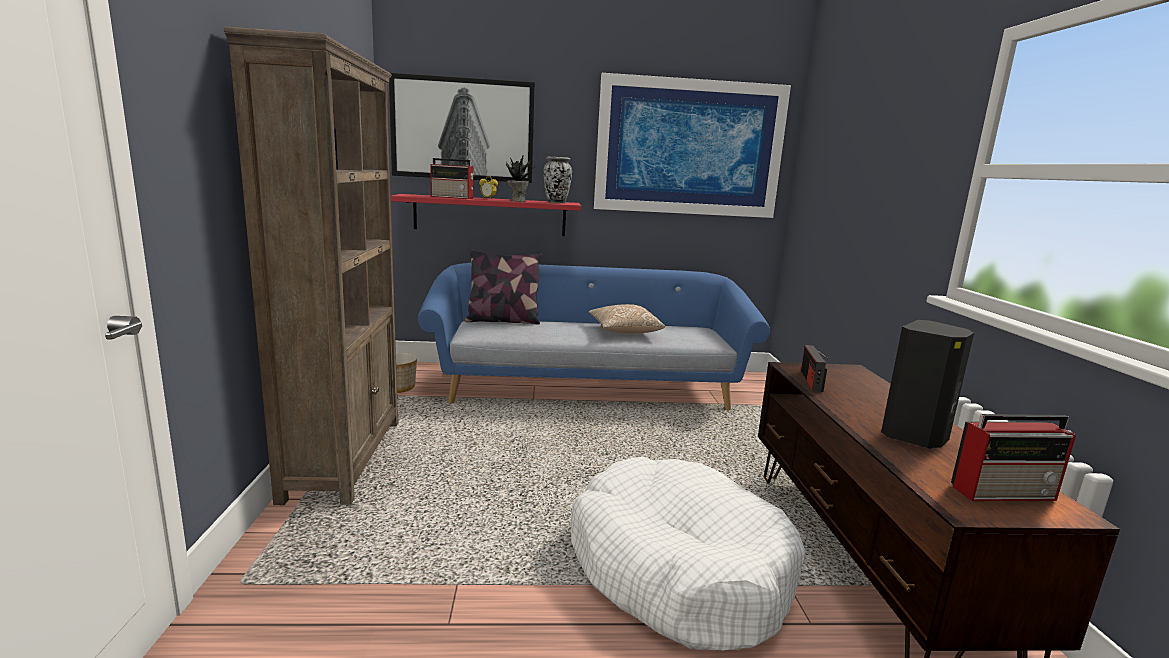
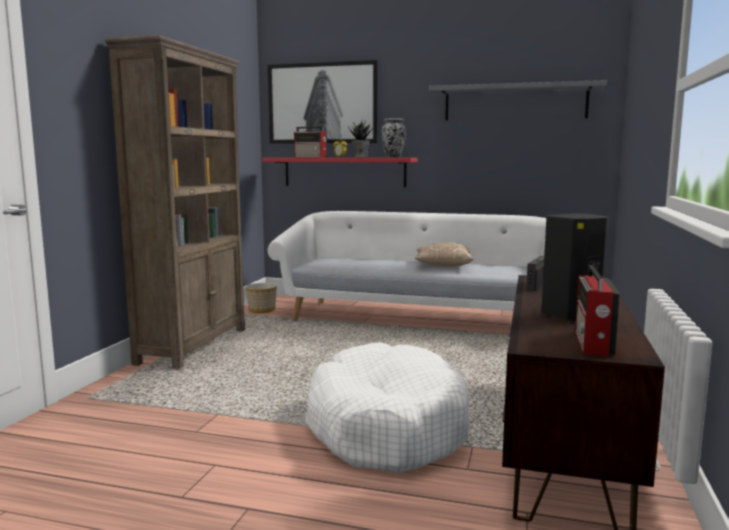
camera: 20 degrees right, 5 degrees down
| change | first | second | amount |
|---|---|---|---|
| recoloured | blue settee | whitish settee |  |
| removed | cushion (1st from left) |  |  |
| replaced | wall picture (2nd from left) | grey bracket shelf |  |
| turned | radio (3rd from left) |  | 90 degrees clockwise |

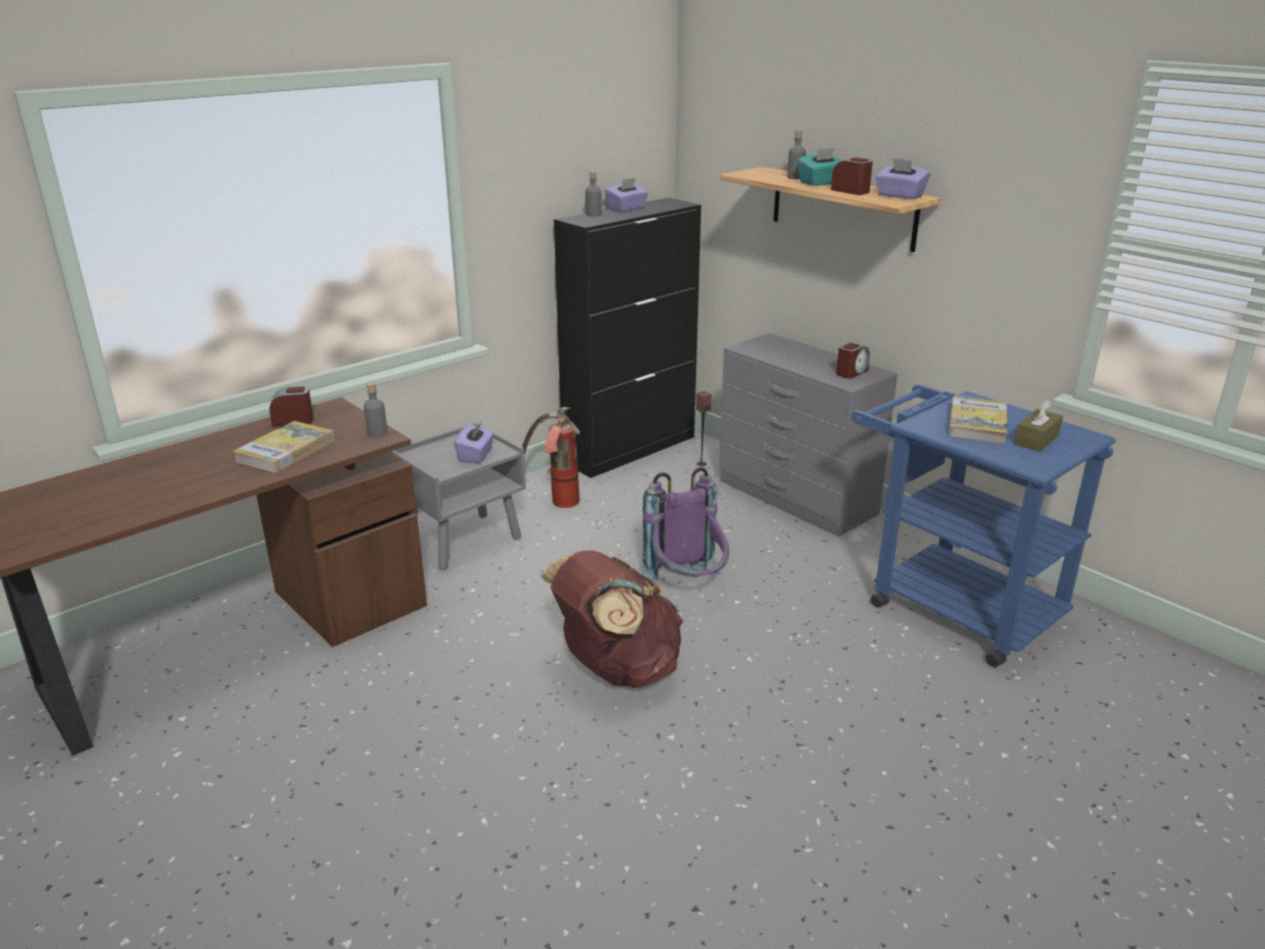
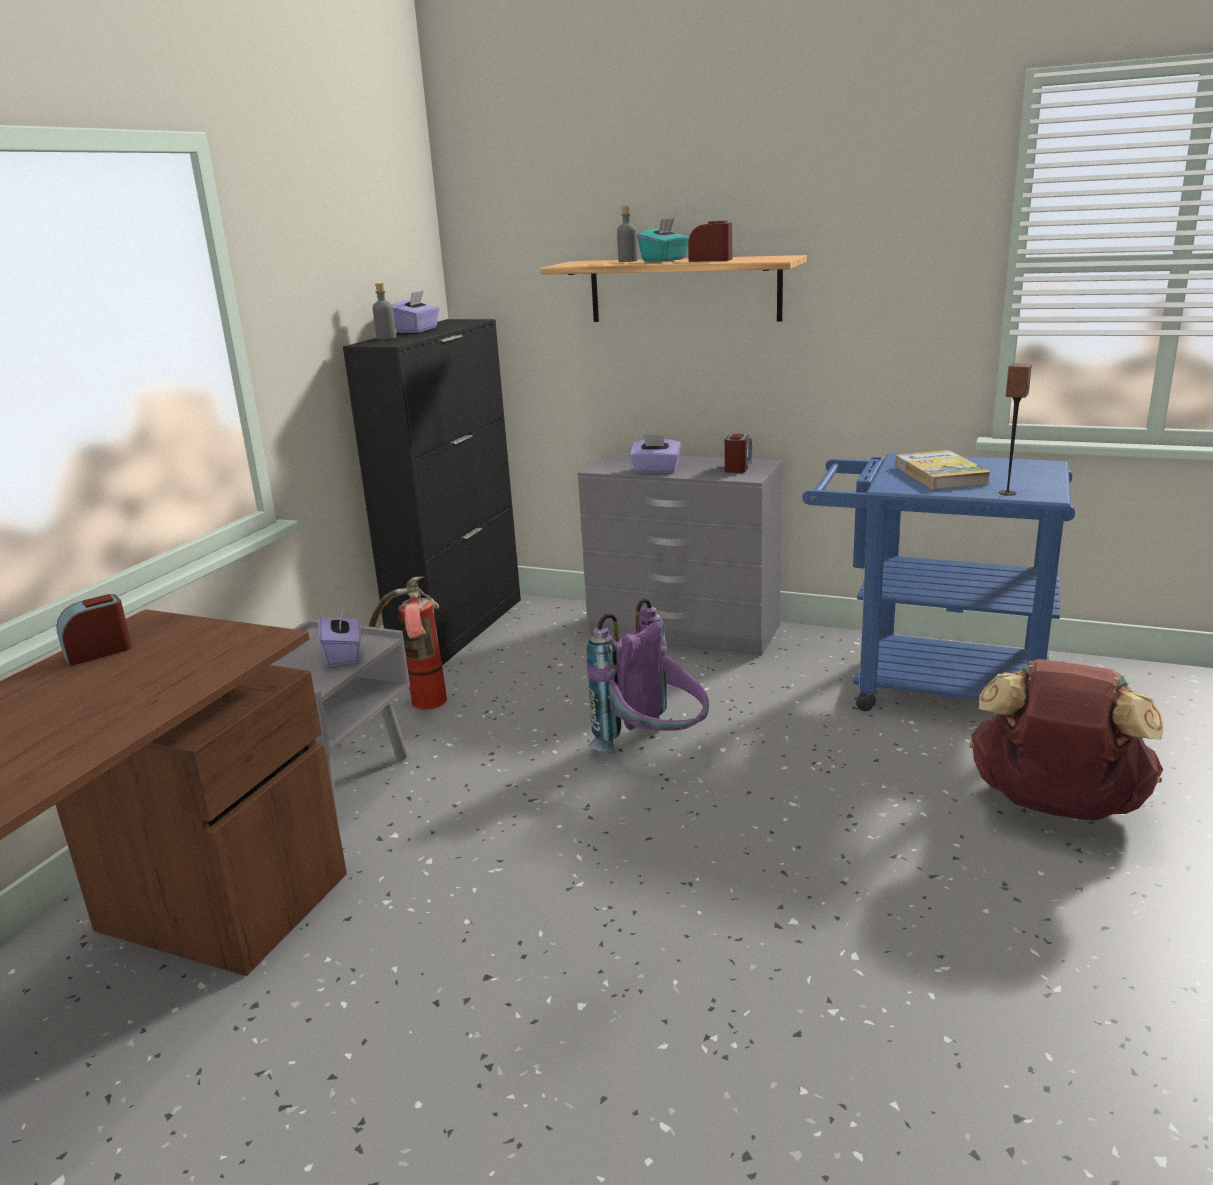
camera: 25 degrees left, 5 degrees down
| change | first | second | amount |
|---|---|---|---|
| removed | book (1st from left) |  |  |
| removed | grey drink bottle (1st from left) |  |  |
| moved | brown-coloured backpack |  |  |
| moved | speaker |  |  |
| moved | purplish box of tissues (3rd from left) |  |  |
| removed | brown-coloured box of tissues |  |  |

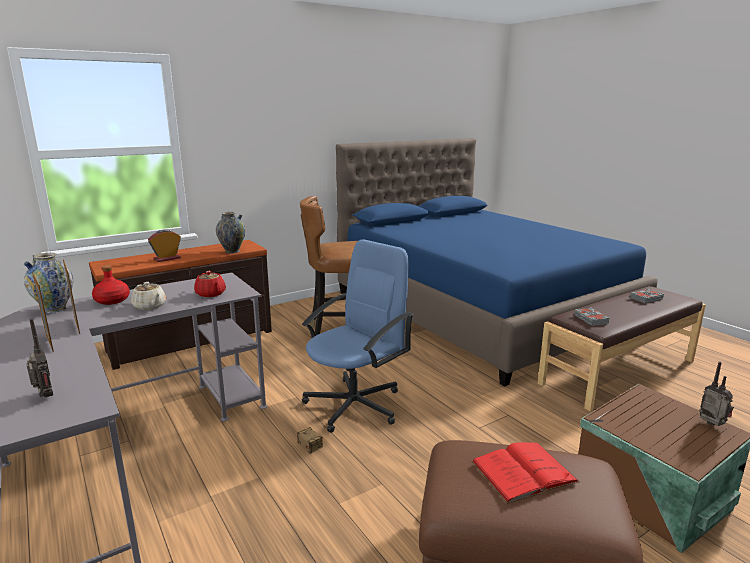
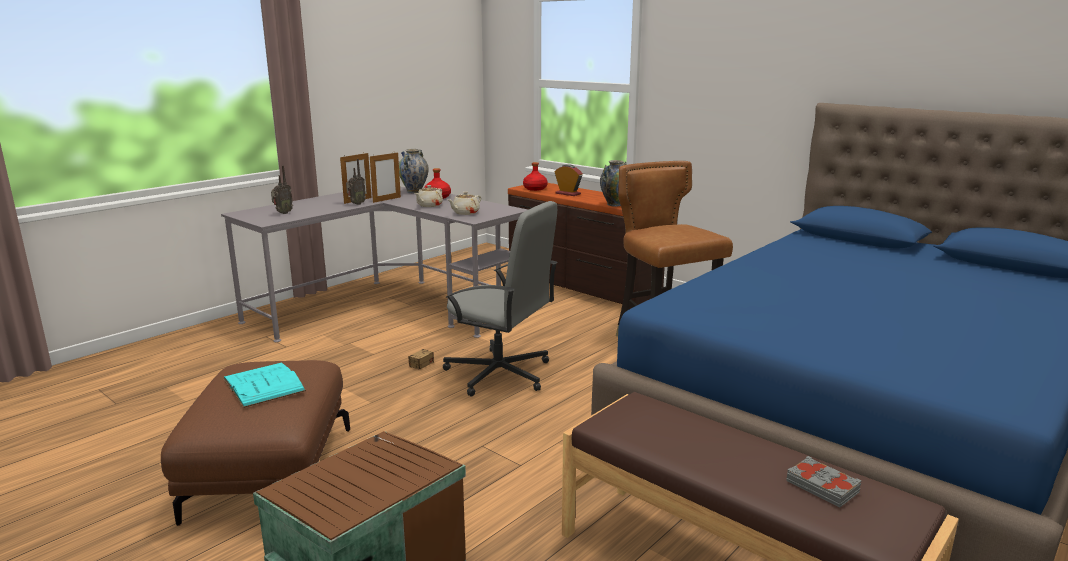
camera: 75 degrees right, 0 degrees up
| change | first | second | amount |
|---|---|---|---|
| recoloured | red-coloured teapot | beige-coloured teapot (2nd from left) |  |
| recoloured | blue desk chair | grey desk chair |  |
| recoloured | red-coloured book | turquoise book |  |
| removed | grey book (1st from left) |  |  |
| moved | radio (2nd from left) |  |  |
| added |  | red-coloured drink bottle (2nd from left) |  |

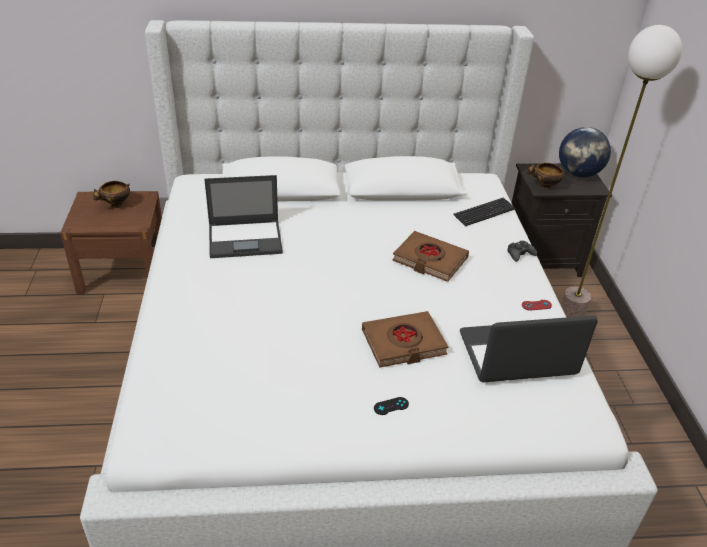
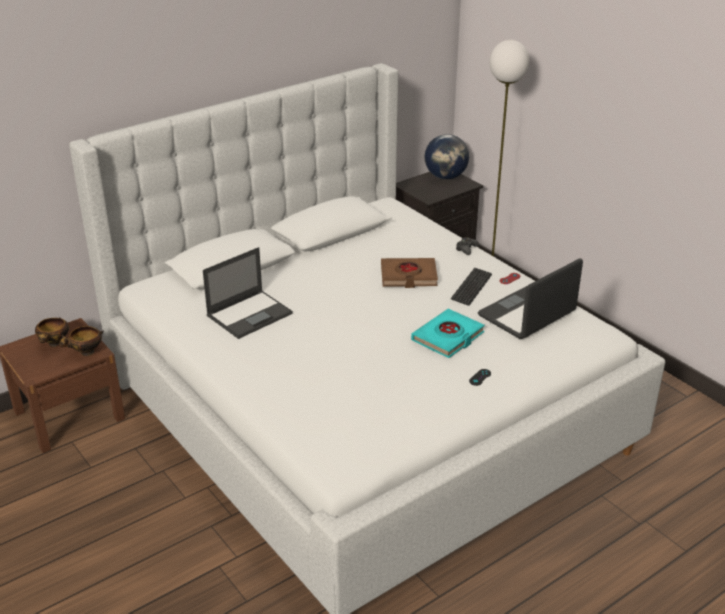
camera: 30 degrees left, 5 degrees down
| change | first | second | amount |
|---|---|---|---|
| recoloured | brown-coloured book (1st from left) | turquoise book |  |
| moved | keyboard |  |  |
| moved | bowl (2nd from left) |  |  |

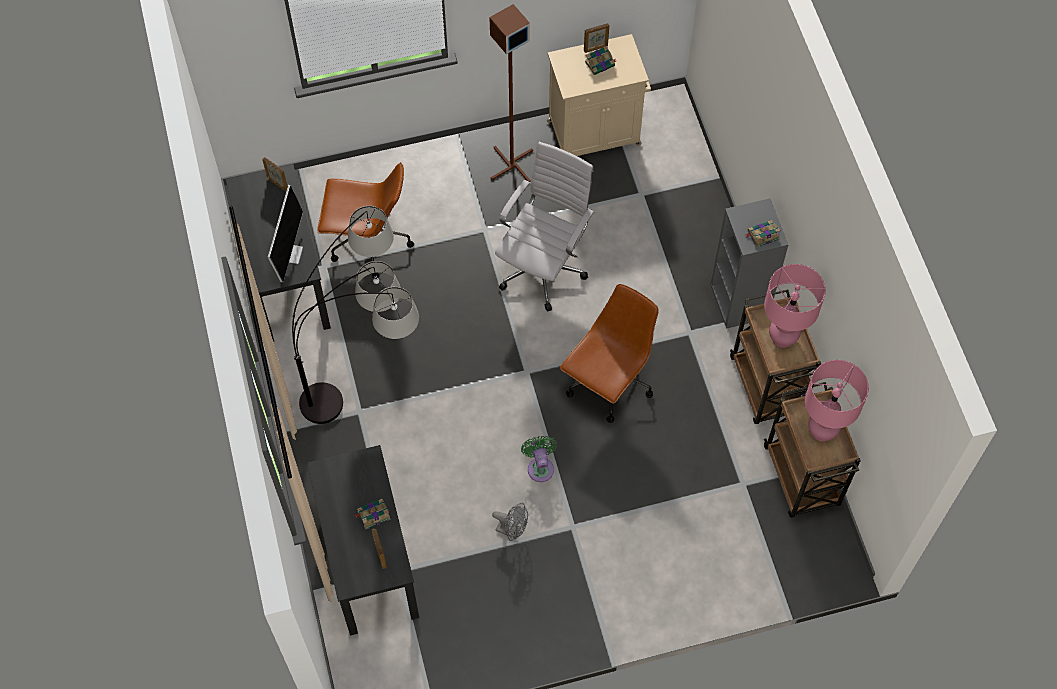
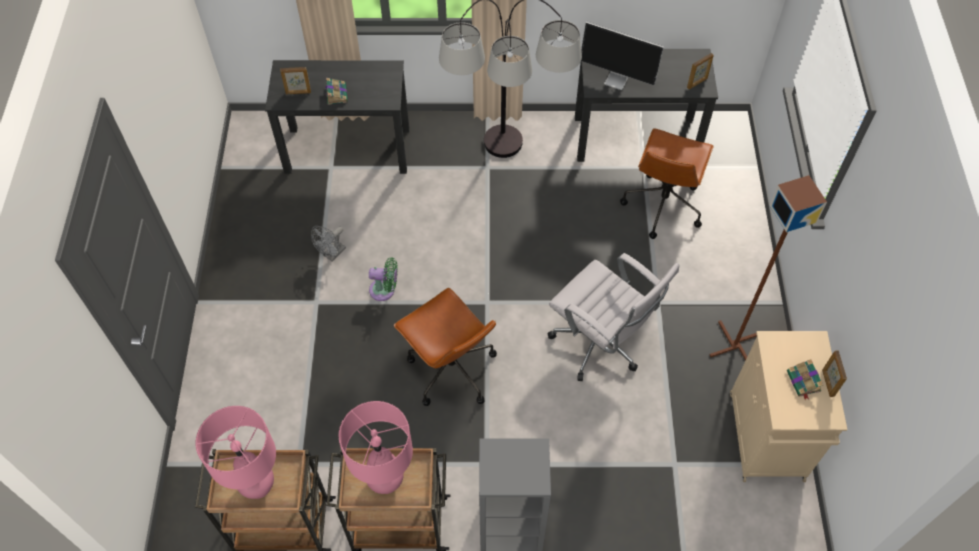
camera: 105 degrees right, 5 degrees down
| change | first | second | amount |
|---|---|---|---|
| removed | book (3rd from left) |  |  |

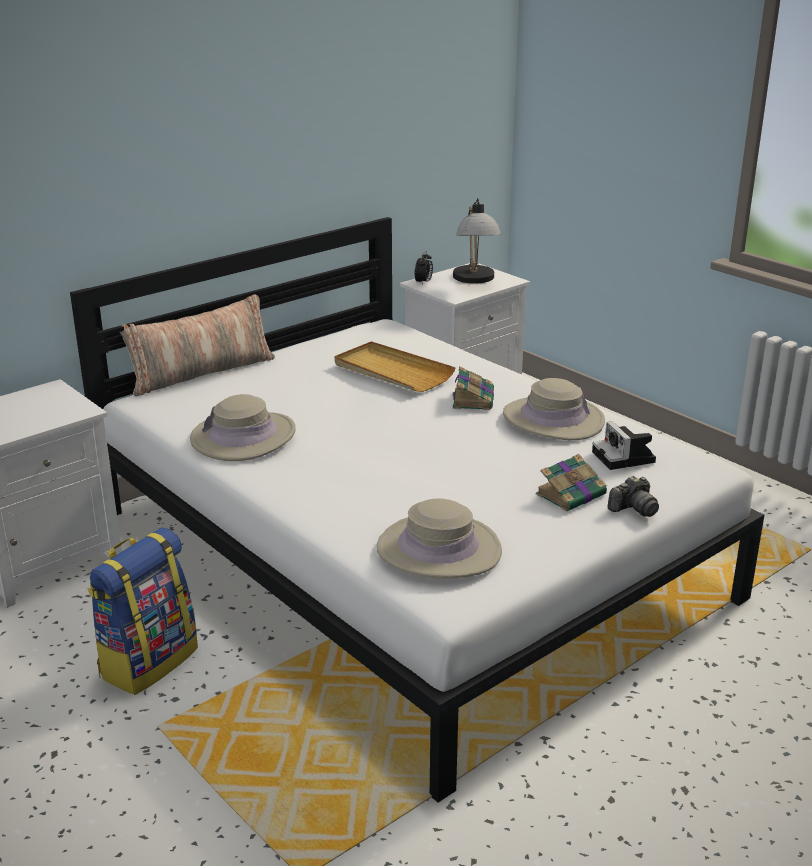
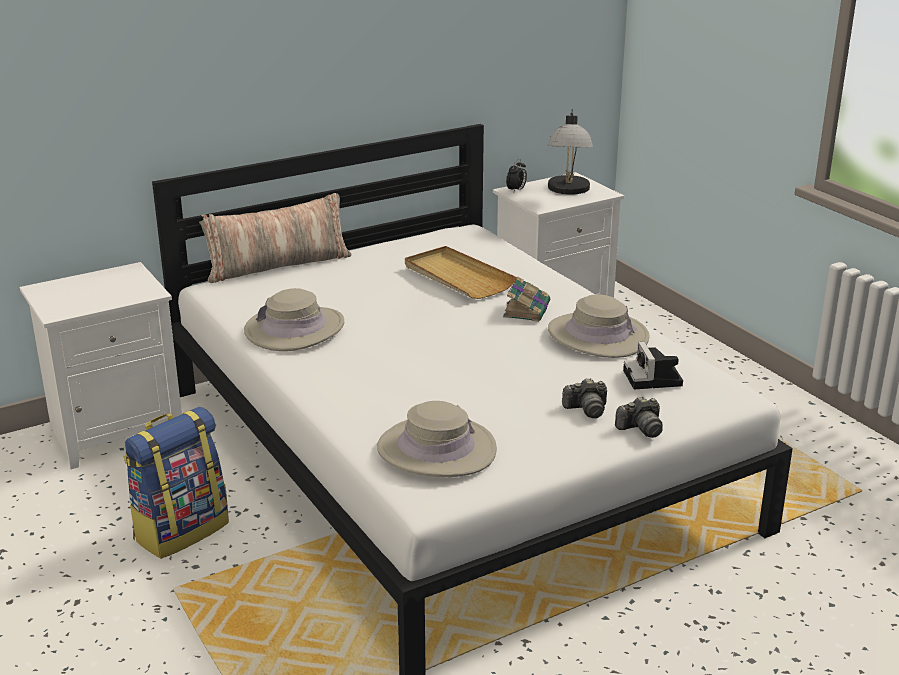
camera: 10 degrees right, 0 degrees up
| change | first | second | amount |
|---|---|---|---|
| replaced | book (2nd from left) | photo camera (1st from left) |  |

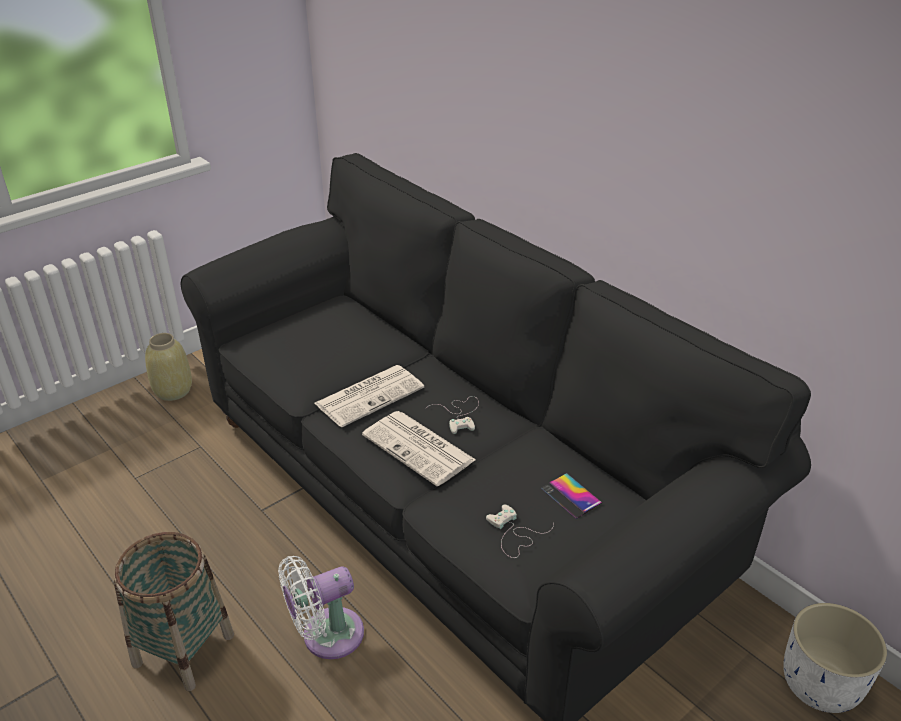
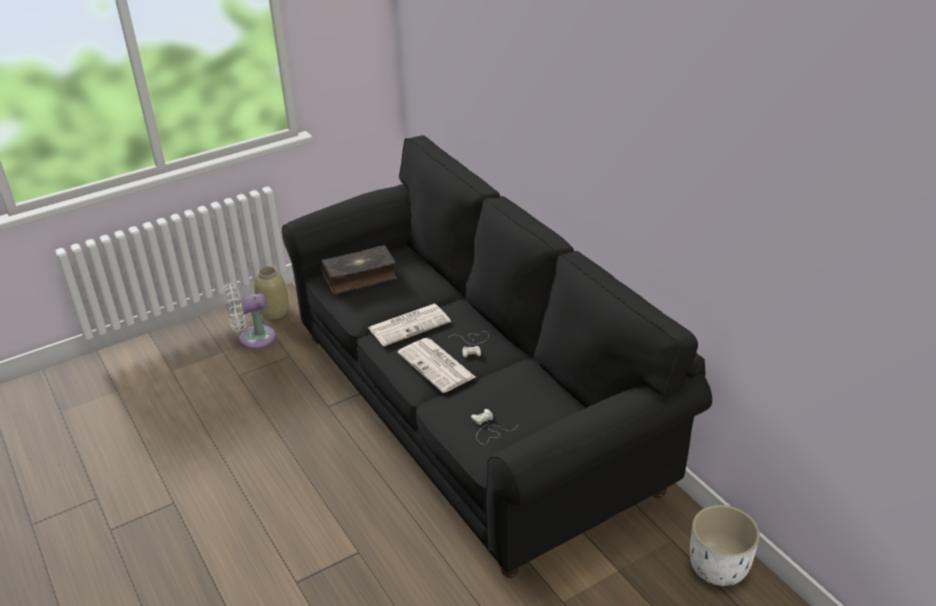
camera: 10 degrees right, 0 degrees up
| change | first | second | amount |
|---|---|---|---|
| removed | household basket |  |  |
| moved | whitish fan |  |  |
| removed | telephone |  |  |
| added |  | book |  |

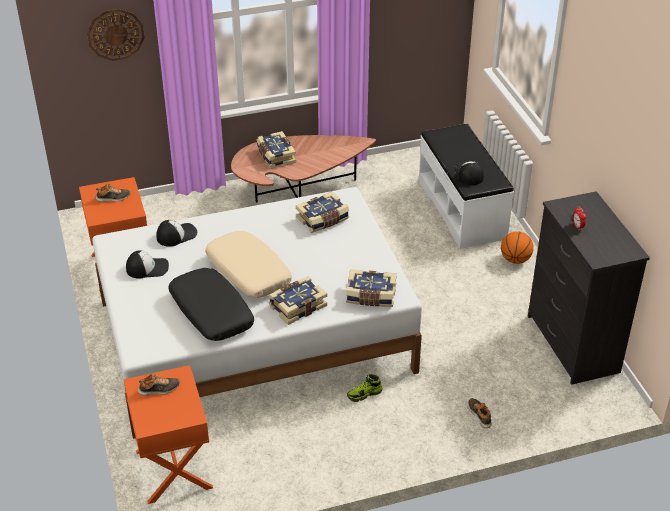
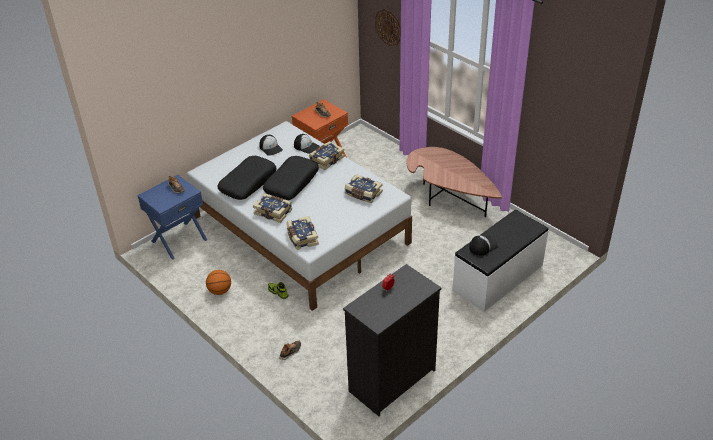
camera: 65 degrees right, 0 degrees up
| change | first | second | amount |
|---|---|---|---|
| recoloured | orange nightstand (2nd from left) | blue nightstand |  |
| recoloured | beige-coloured cushion | black-coloured cushion (2nd from left) |  |
| moved | book (1st from left in the first image) | book (3rd from left) |  |
| moved | basketball ball |  |  |

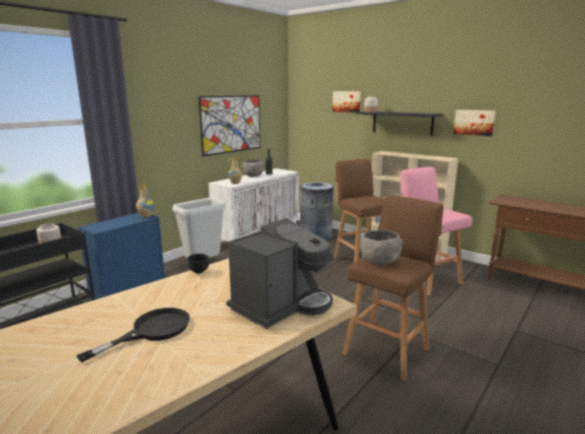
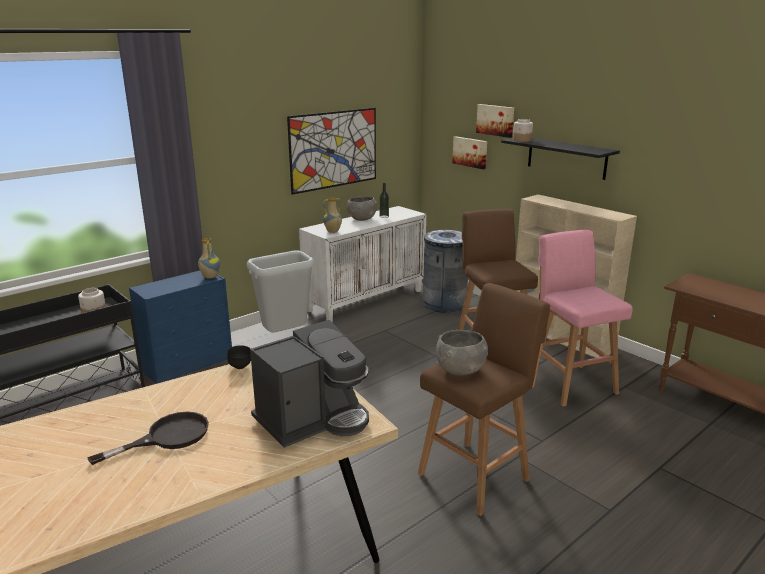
camera: 10 degrees right, 5 degrees up
| change | first | second | amount |
|---|---|---|---|
| moved | wall picture (3rd from left in the first image) | wall picture (2nd from left) |  |

